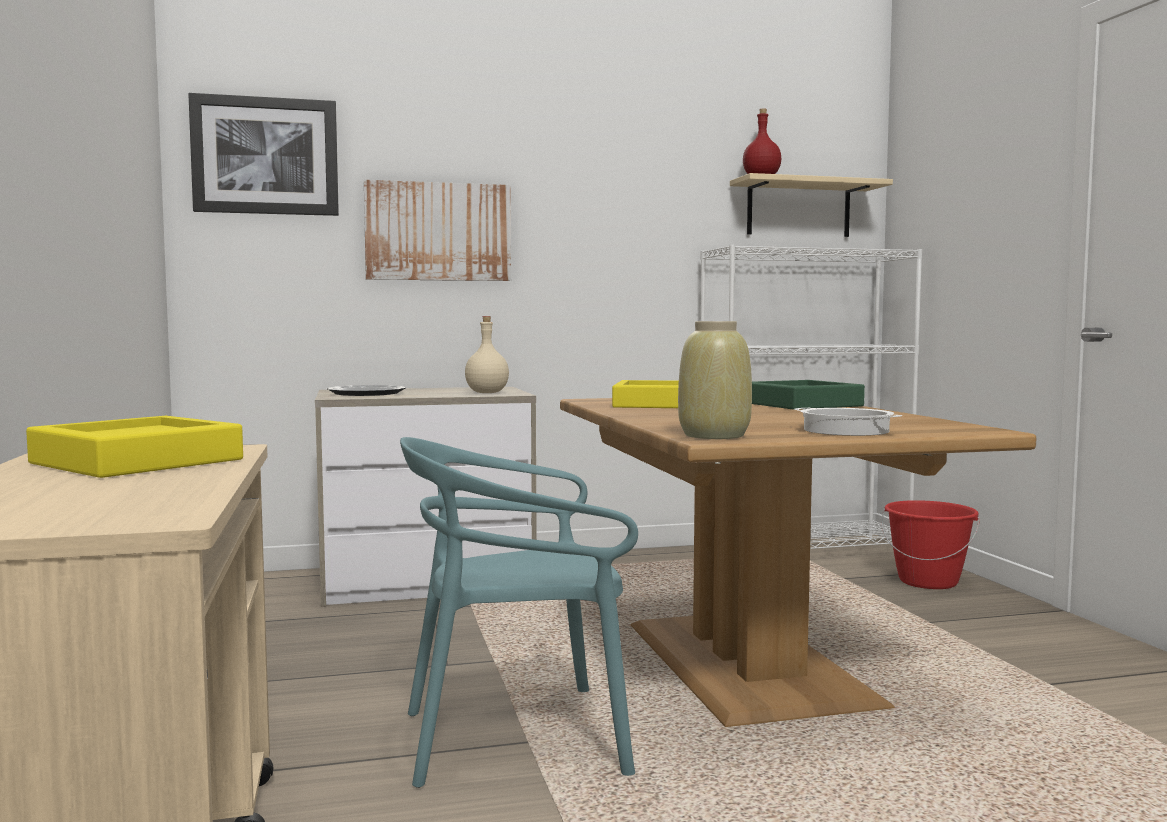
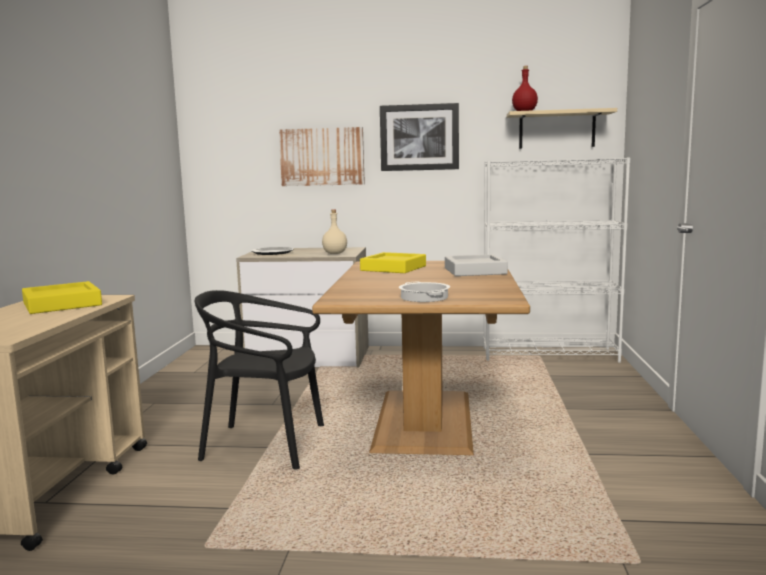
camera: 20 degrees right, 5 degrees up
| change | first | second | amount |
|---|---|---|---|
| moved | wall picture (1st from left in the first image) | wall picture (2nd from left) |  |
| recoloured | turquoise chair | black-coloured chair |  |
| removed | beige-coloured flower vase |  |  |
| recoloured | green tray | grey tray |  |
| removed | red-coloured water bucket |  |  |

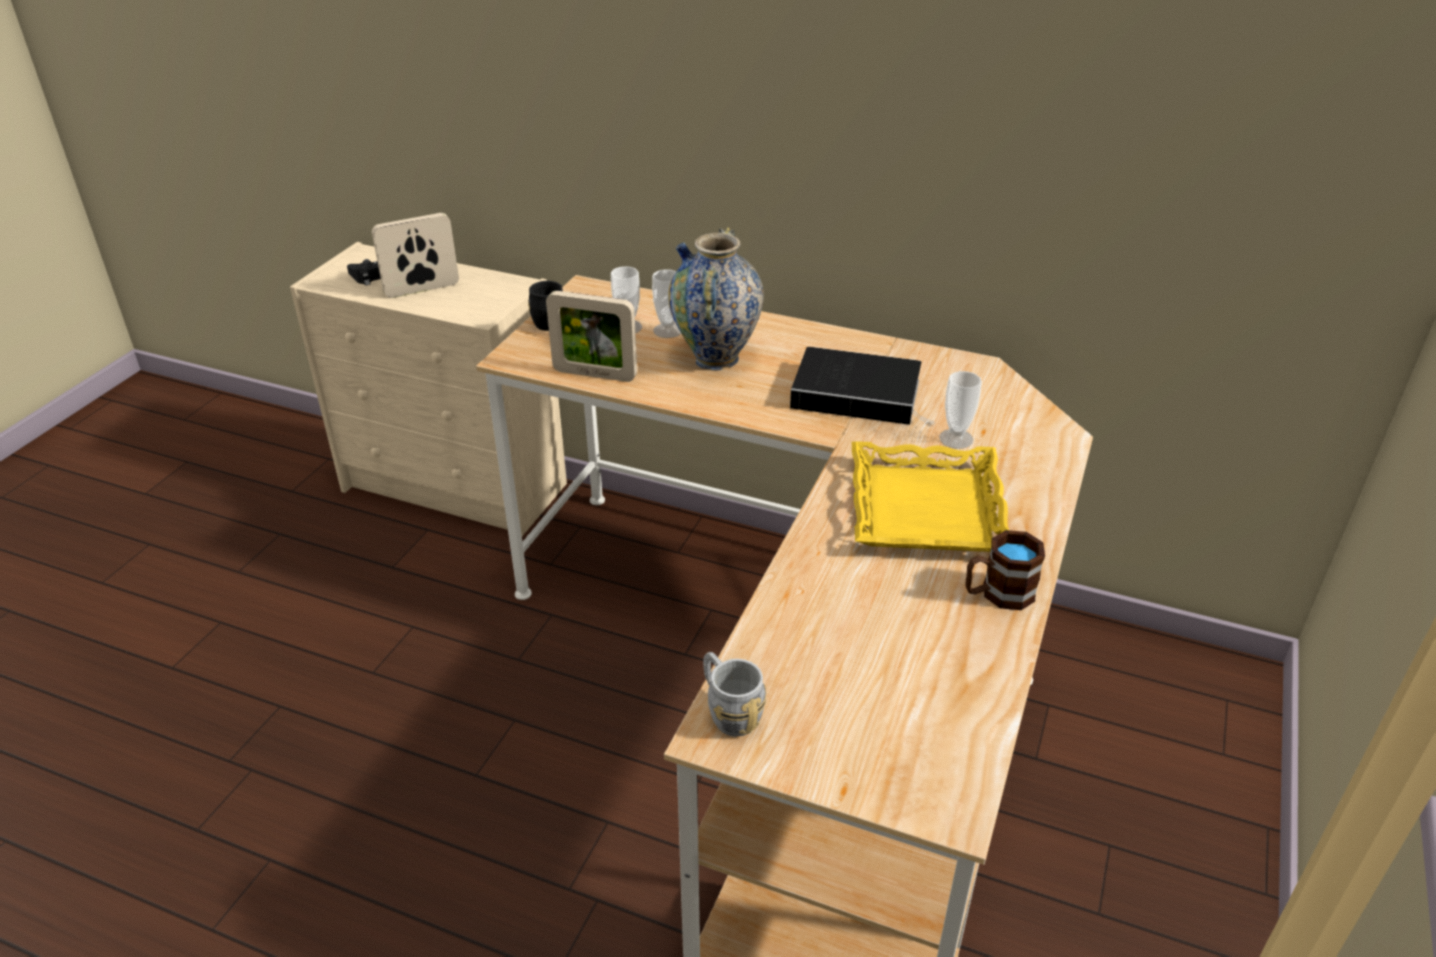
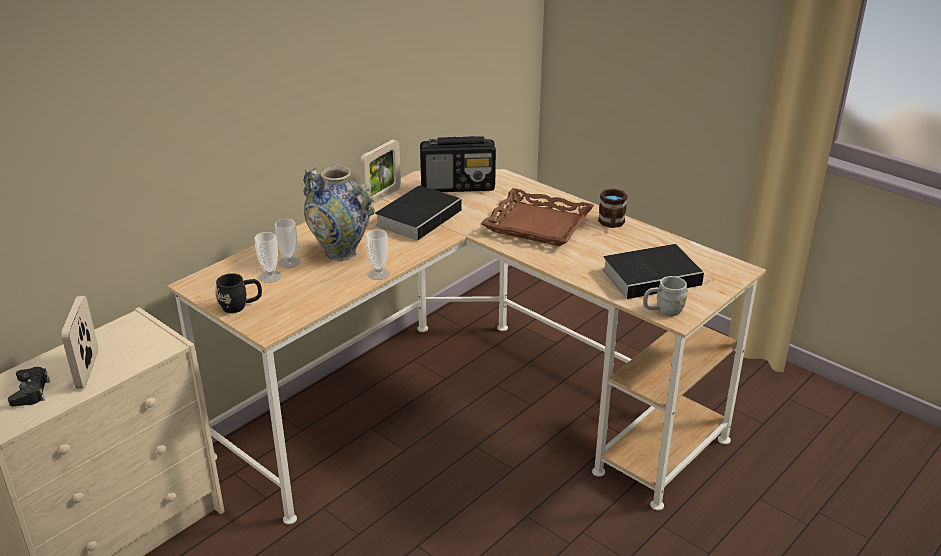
camera: 70 degrees left, 5 degrees down
| change | first | second | amount |
|---|---|---|---|
| moved | picture frame (2nd from left) |  |  |
| recoloured | yellow tray | brown-coloured tray |  |
| moved | small cup (3rd from left) |  |  |
| added |  | radio |  |
| added |  | book (2nd from left) |  |

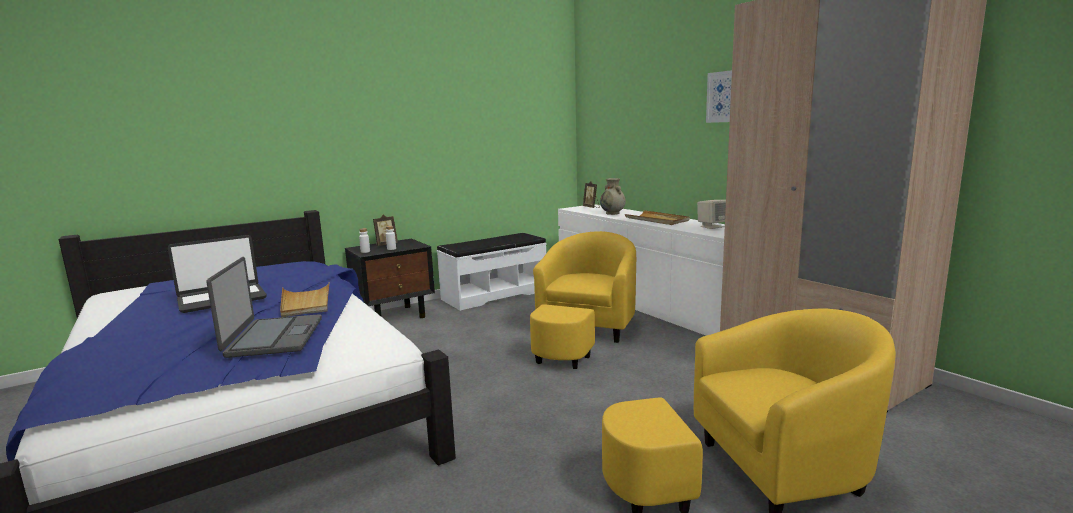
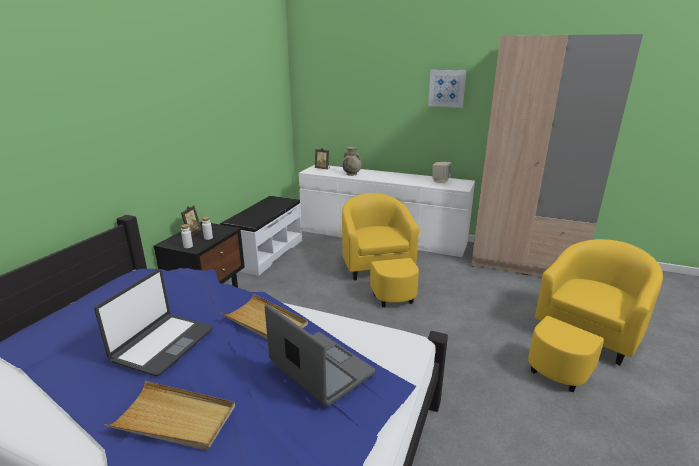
camera: 35 degrees left, 10 degrees up
| change | first | second | amount |
|---|---|---|---|
| moved | beige-coloured tray (2nd from left in the first image) | beige-coloured tray (1st from left) |  |

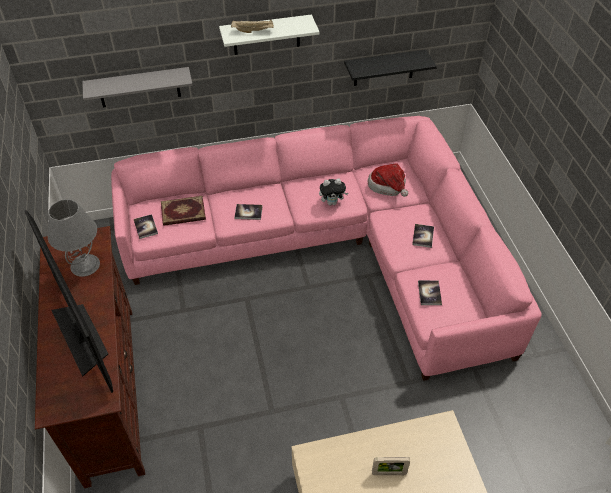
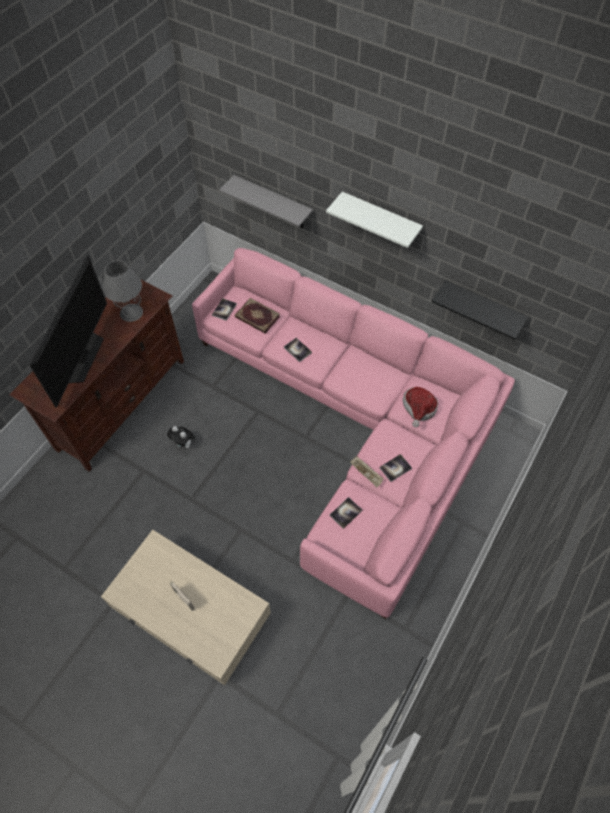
camera: 45 degrees right, 10 degrees up
| change | first | second | amount |
|---|---|---|---|
| moved | beige-coloured tray |  |  |
| moved | cuddly toy |  |  |

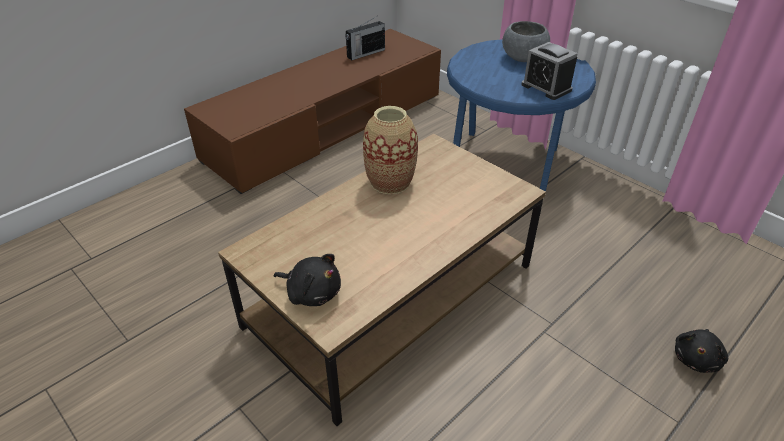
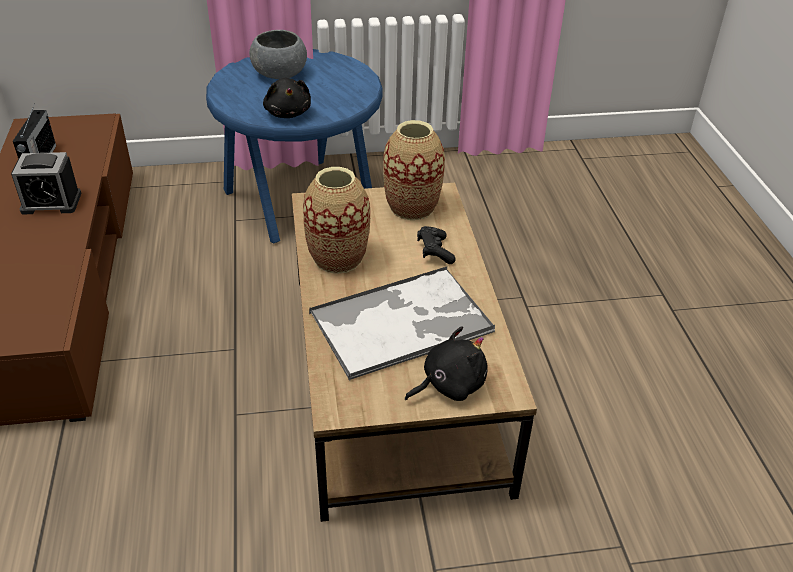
camera: 55 degrees left, 0 degrees up
| change | first | second | amount |
|---|---|---|---|
| moved | table clock |  |  |
| moved | black-coloured cuddly toy (2nd from left in the first image) | black-coloured cuddly toy (1st from left) |  |
| added |  | tray |  |
| added |  | flower vase (2nd from left) |  |
| added |  | black-coloured gamepad |  |

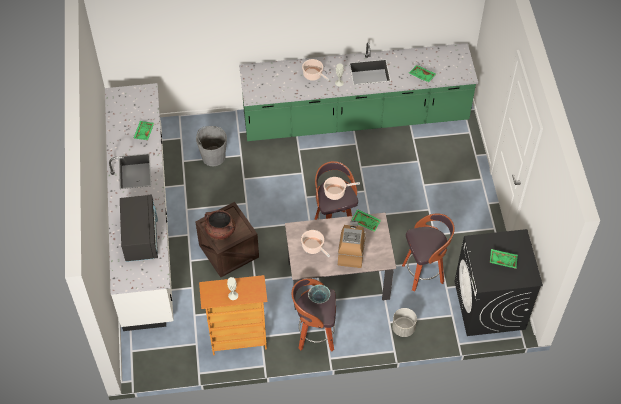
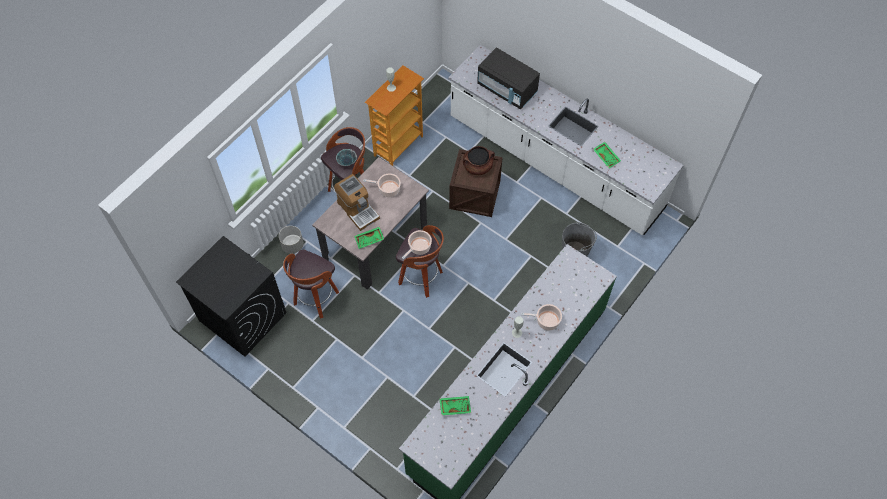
camera: 135 degrees right, 5 degrees up
| change | first | second | amount |
|---|---|---|---|
| removed | green tray (4th from left) |  |  |

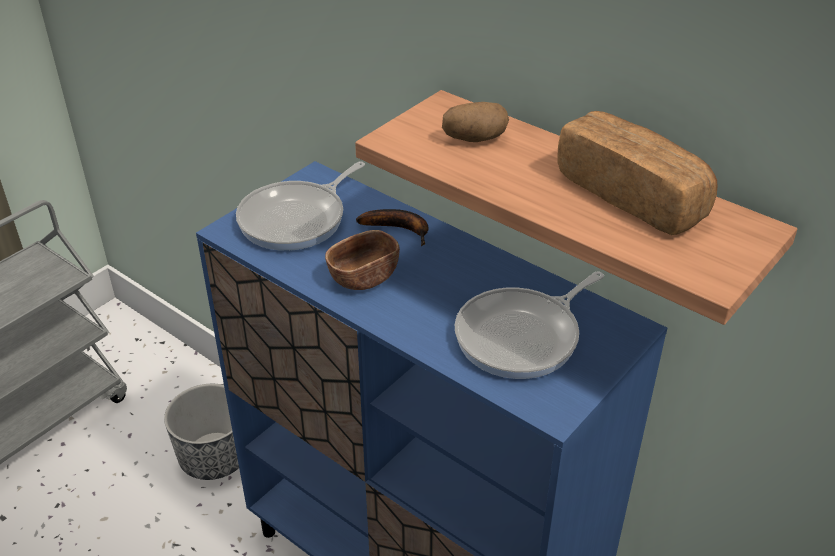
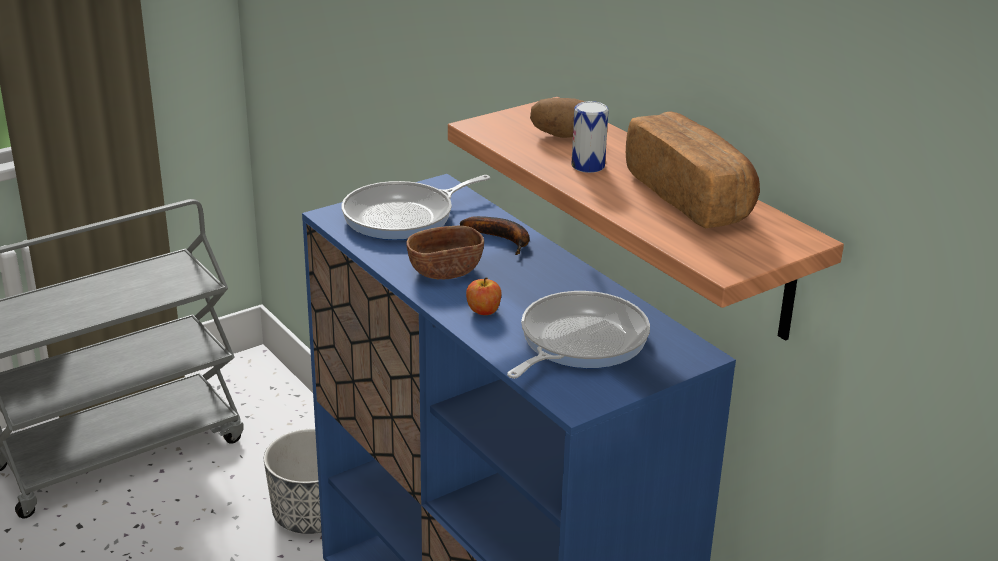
camera: 15 degrees right, 10 degrees down
| change | first | second | amount |
|---|---|---|---|
| turned | skillet (2nd from left) |  | 150 degrees clockwise |
| added |  | apple fruit |  |
| added |  | sealed can |  |

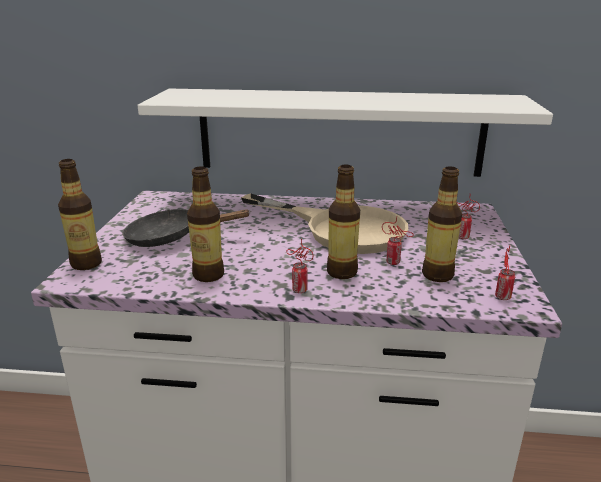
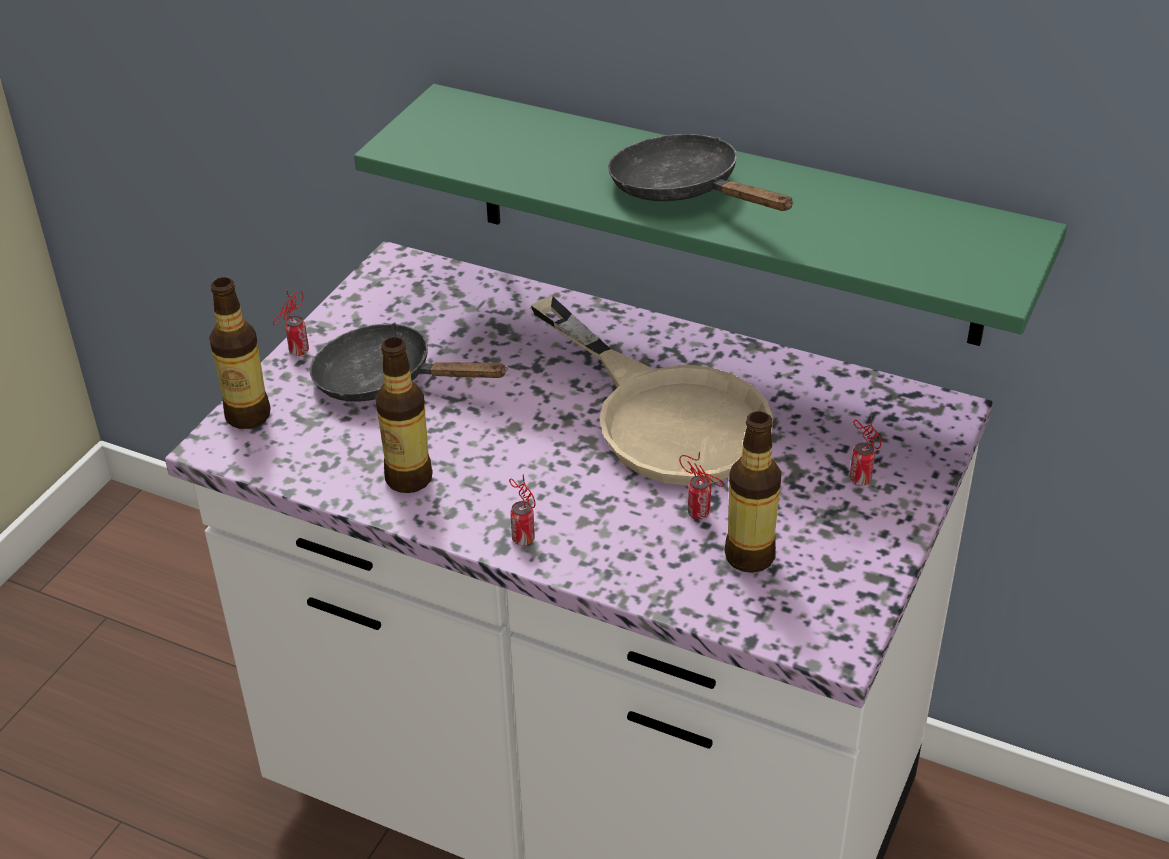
camera: 20 degrees right, 15 degrees up
| change | first | second | amount |
|---|---|---|---|
| recoloured | whitish bracket shelf | green bracket shelf |  |
| removed | drink bottle (3rd from left) |  |  |
| moved | sealed can (4th from left in the first image) | sealed can (1st from left) |  |
| added |  | black-coloured skillet (2nd from left) |  |

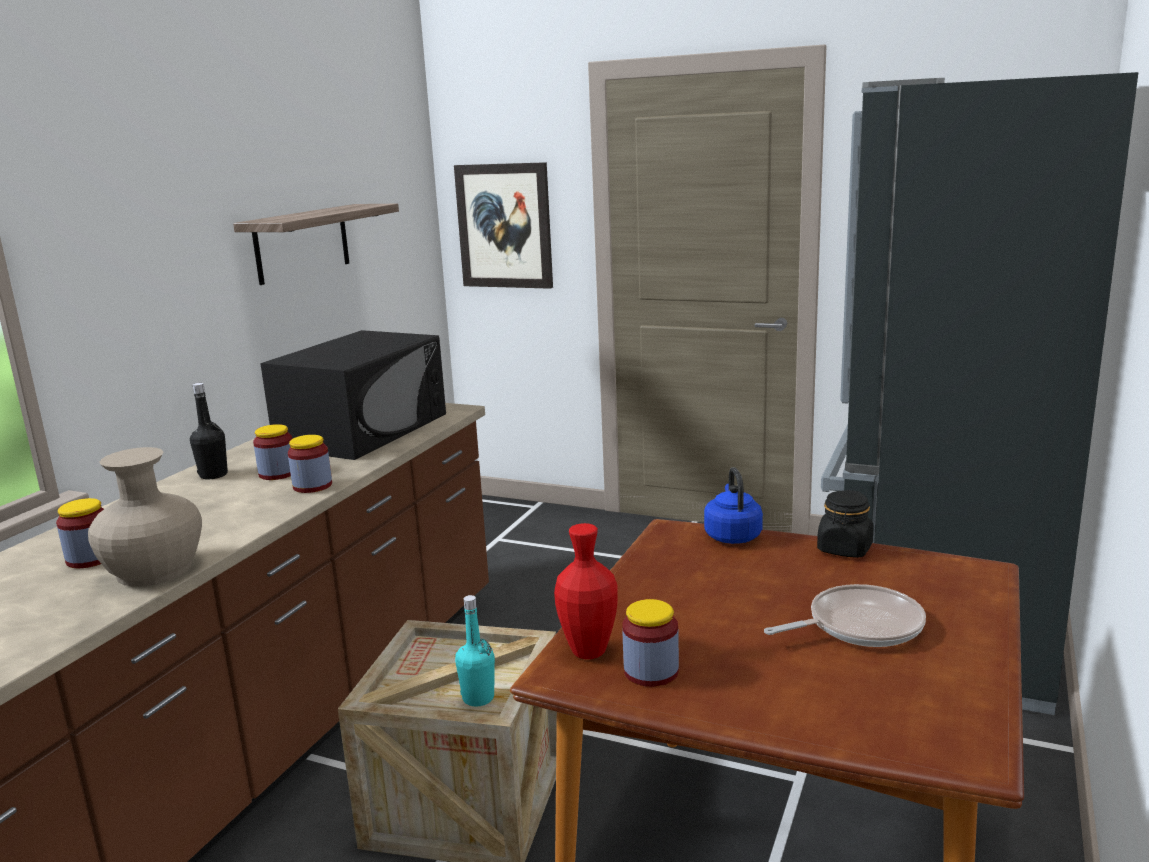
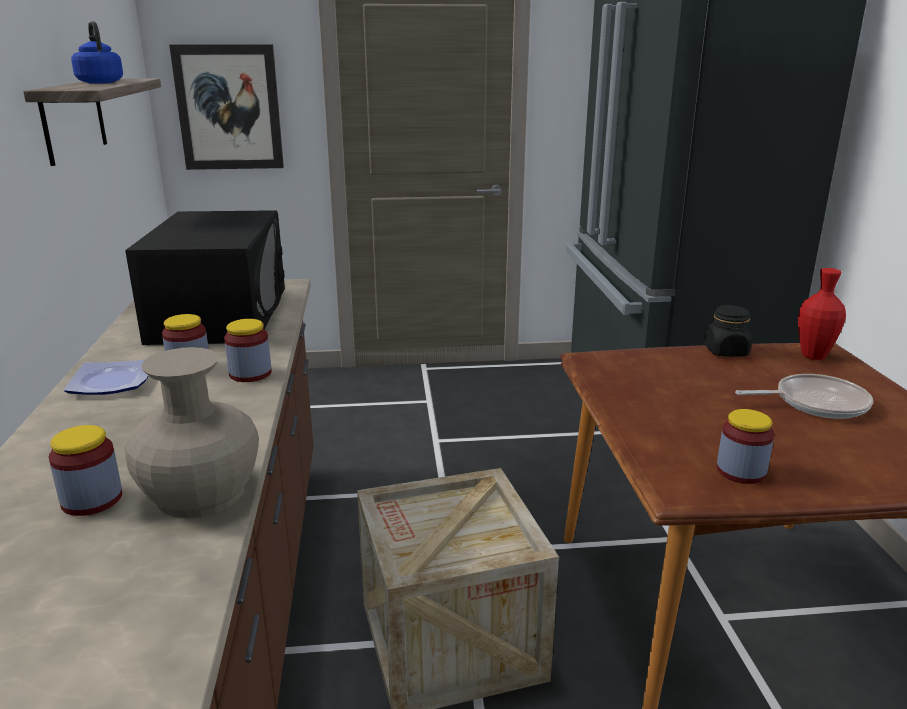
camera: 30 degrees left, 5 degrees up
| change | first | second | amount |
|---|---|---|---|
| replaced | black-coloured drink bottle | plate |  |
| removed | turquoise drink bottle |  |  |
| moved | red-coloured flower vase |  |  |
| moved | blue water kettle |  |  |
| turned | skillet |  | 45 degrees clockwise |

